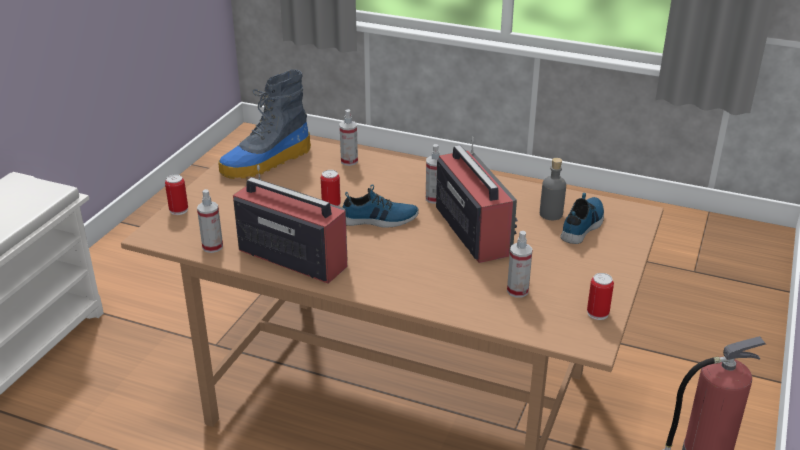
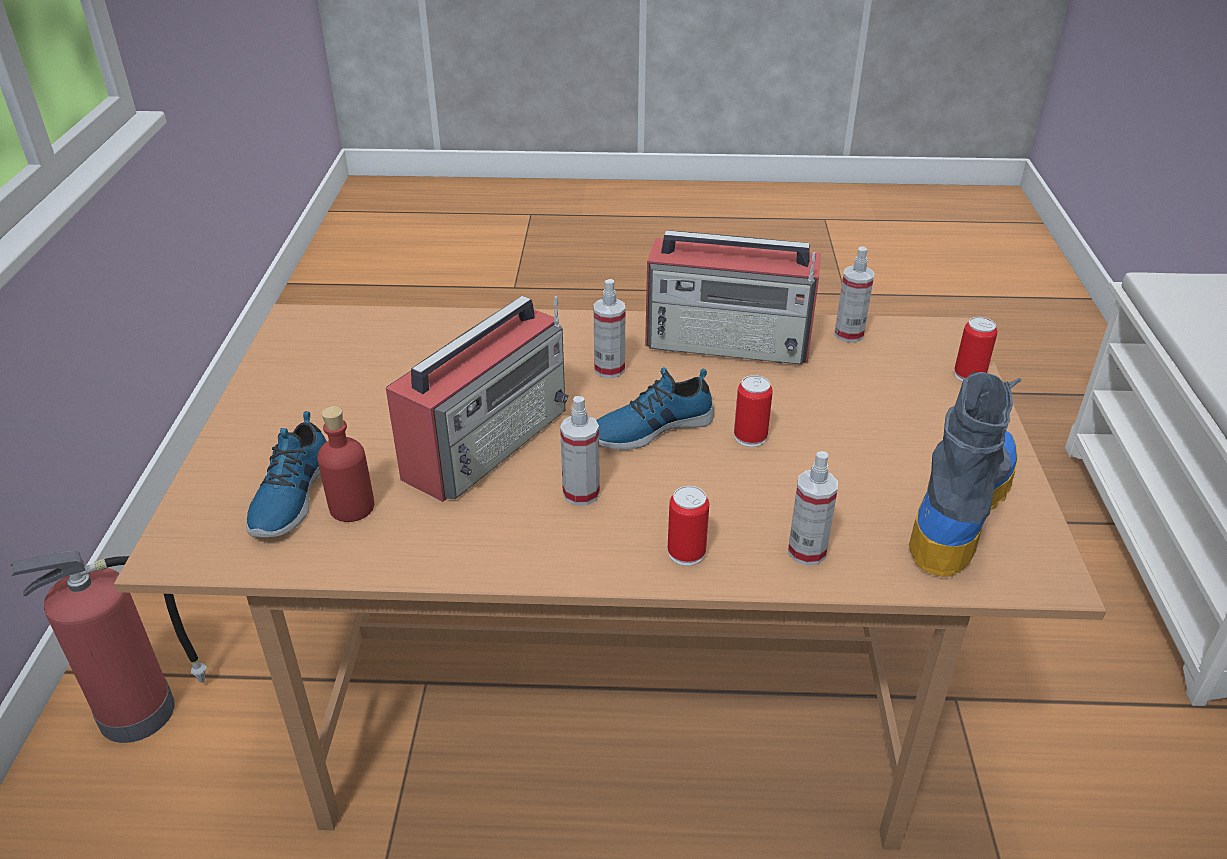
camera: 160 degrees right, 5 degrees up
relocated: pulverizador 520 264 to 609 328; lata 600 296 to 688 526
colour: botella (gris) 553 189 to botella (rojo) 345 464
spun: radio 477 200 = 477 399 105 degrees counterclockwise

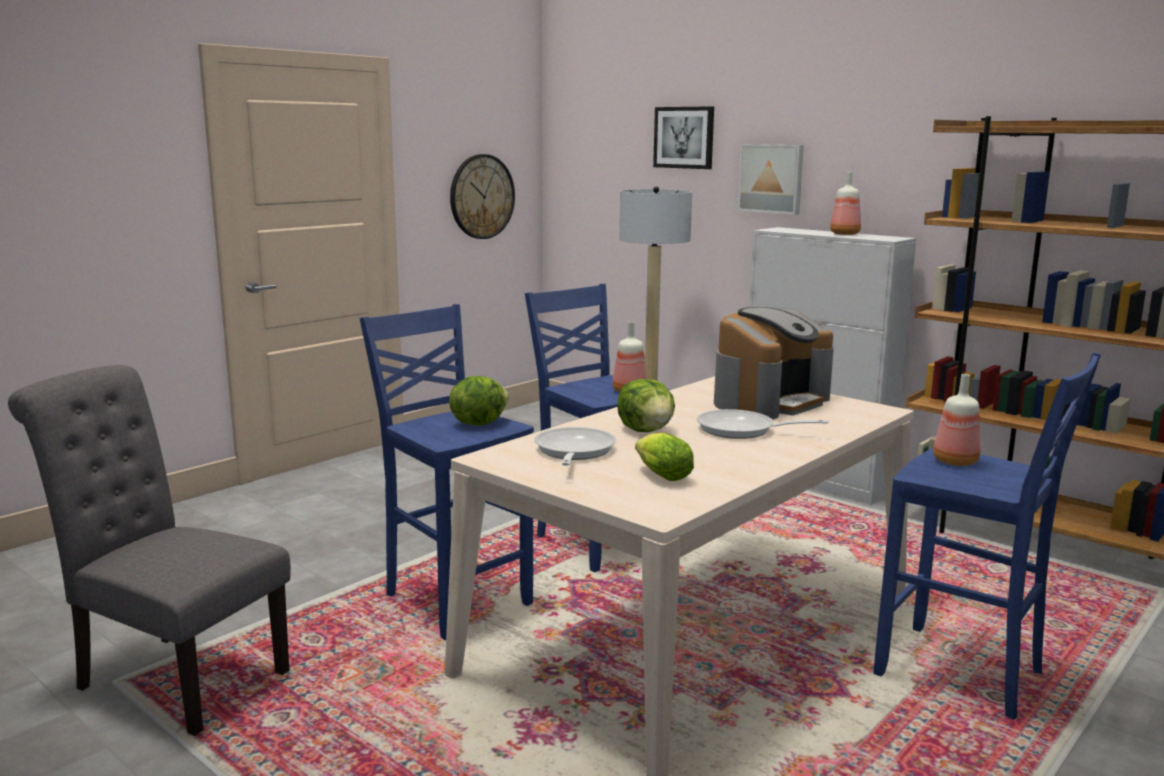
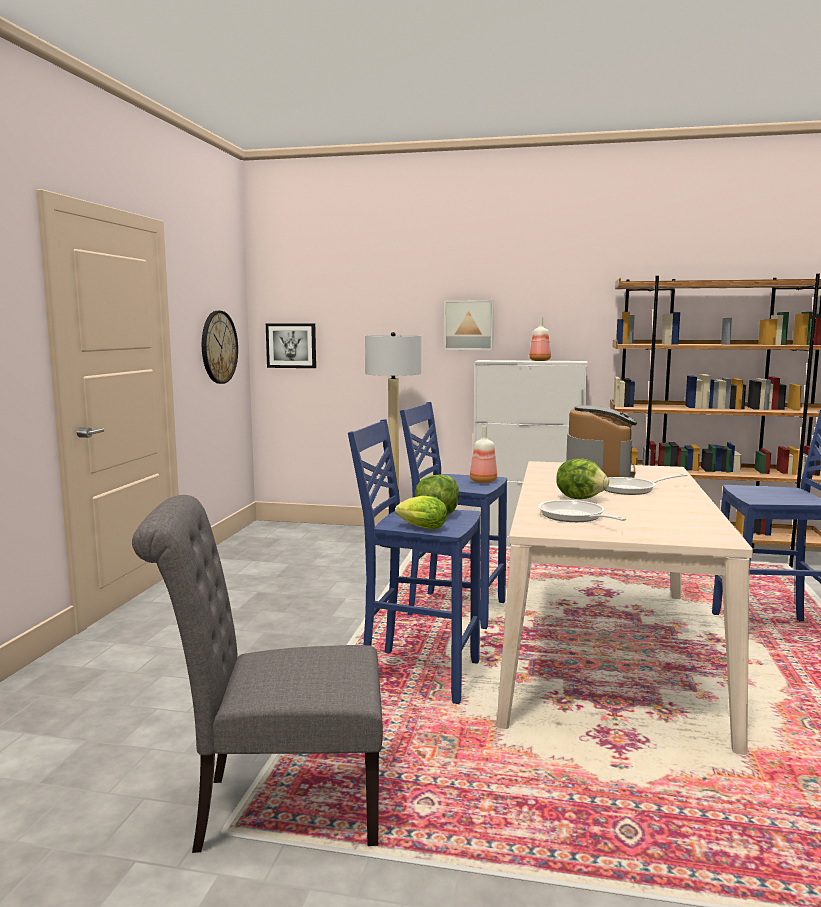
camera: 30 degrees left, 5 degrees down
missing: botella 956 420
relocated: cuadro 683 137 to 291 345; lechuga 664 457 to 421 512

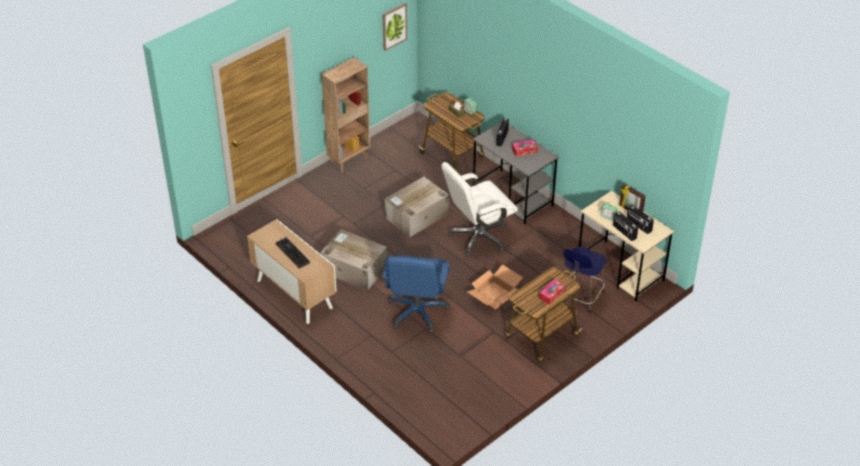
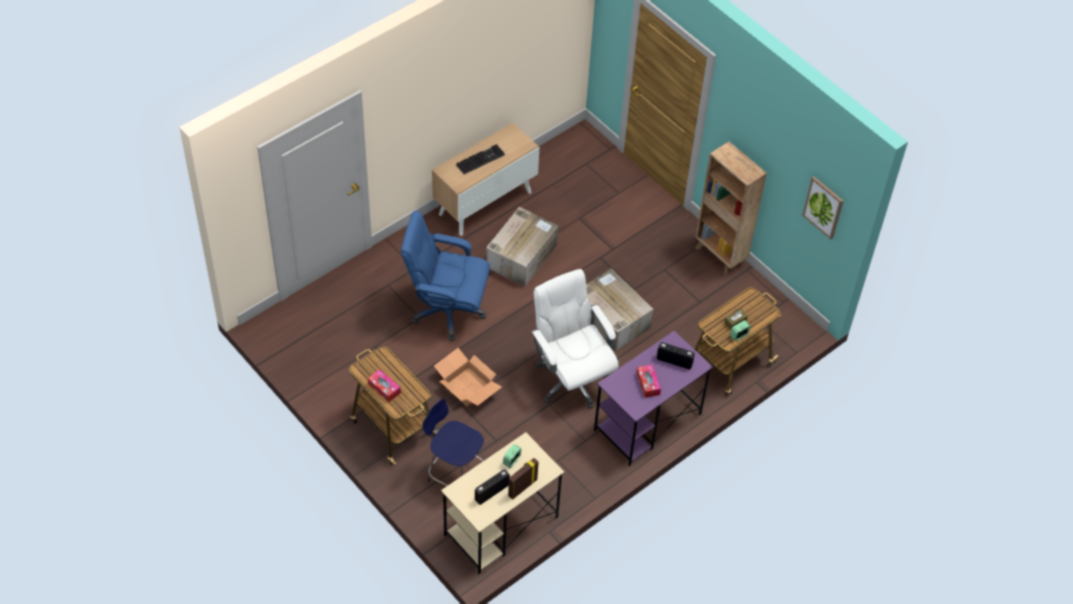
camera: 90 degrees right, 10 degrees up
missing: radio 625 226
colour: escritorio (gris) 516 173 to escritorio (morado) 653 398

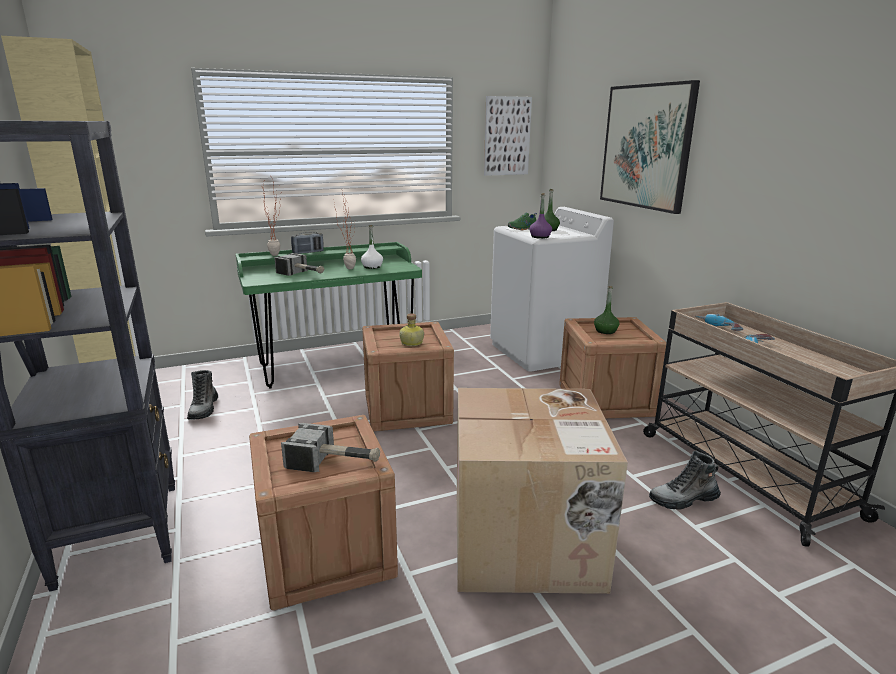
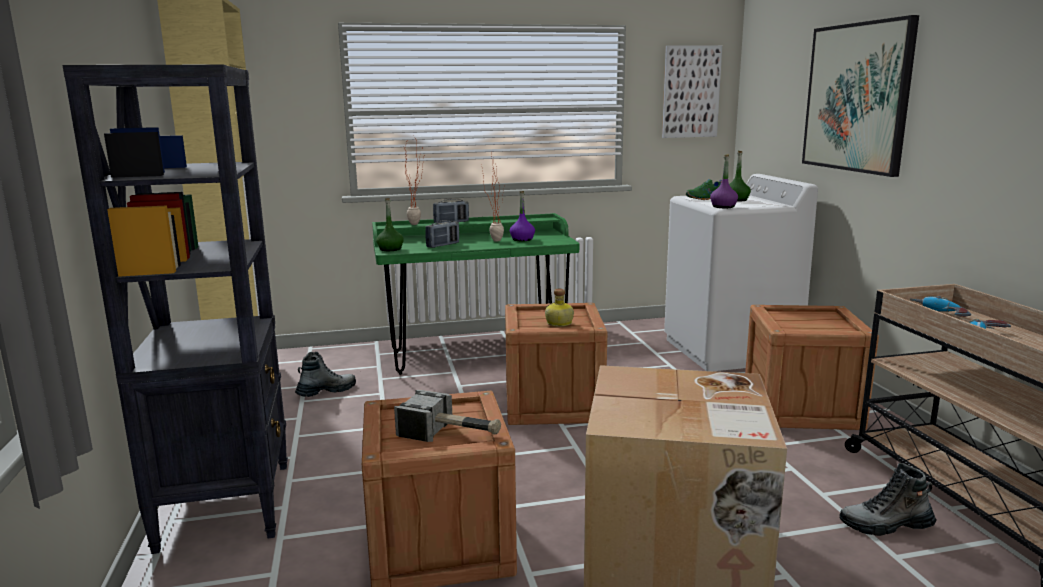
camera: 10 degrees right, 5 degrees down
relocated: botella (verde) 606 310 to 390 224
exchanged: martillo 299 264 to radio 442 234
colour: botella (blanco) 372 247 to botella (morado) 522 216
spun: bota 202 395 = 325 374 135 degrees counterclockwise

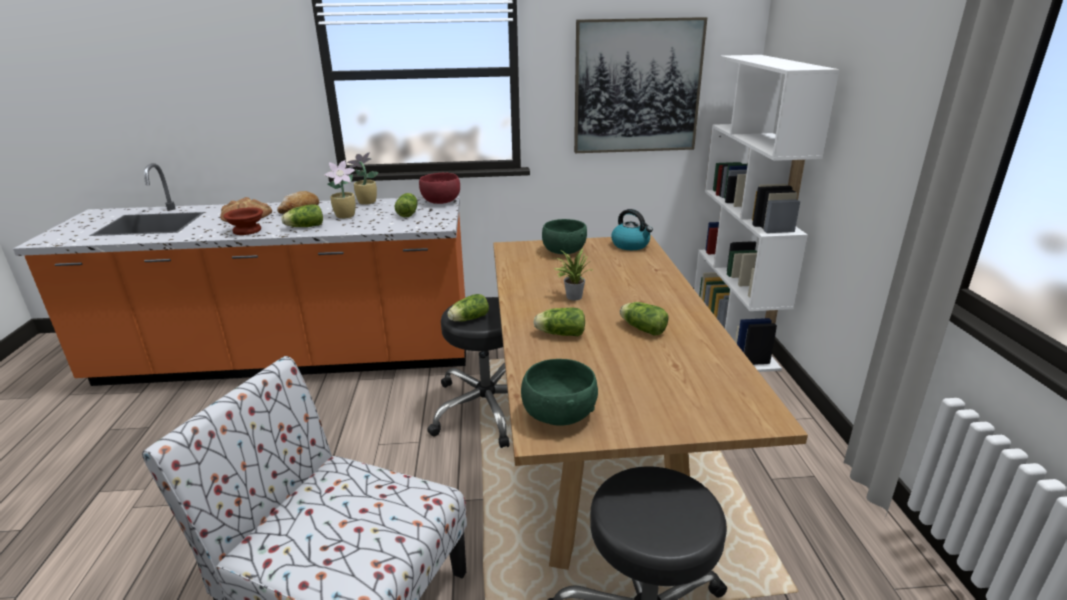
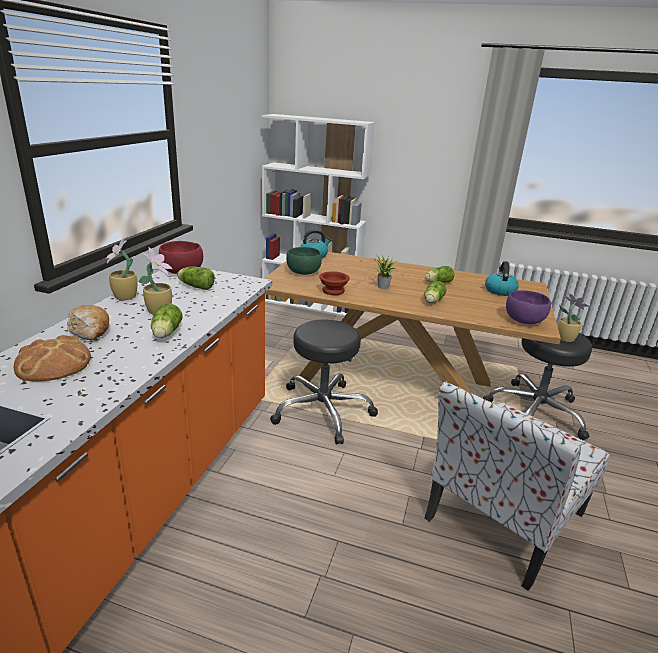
camera: 70 degrees left, 0 degrees up
missing: lechuga 468 308; cuadro 640 85
appeared: hervidor 502 278; planta en maceta 574 317
relocated: cuenco (marrón) 243 221 to 334 283
colour: cuenco (verde) 559 392 to cuenco (morado) 529 307

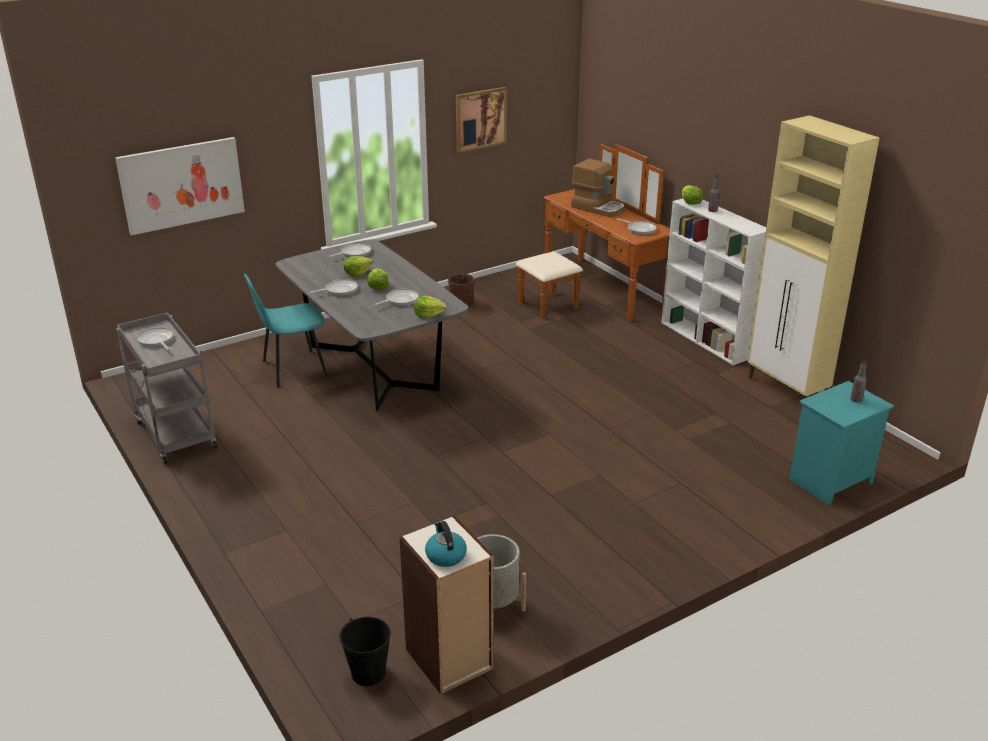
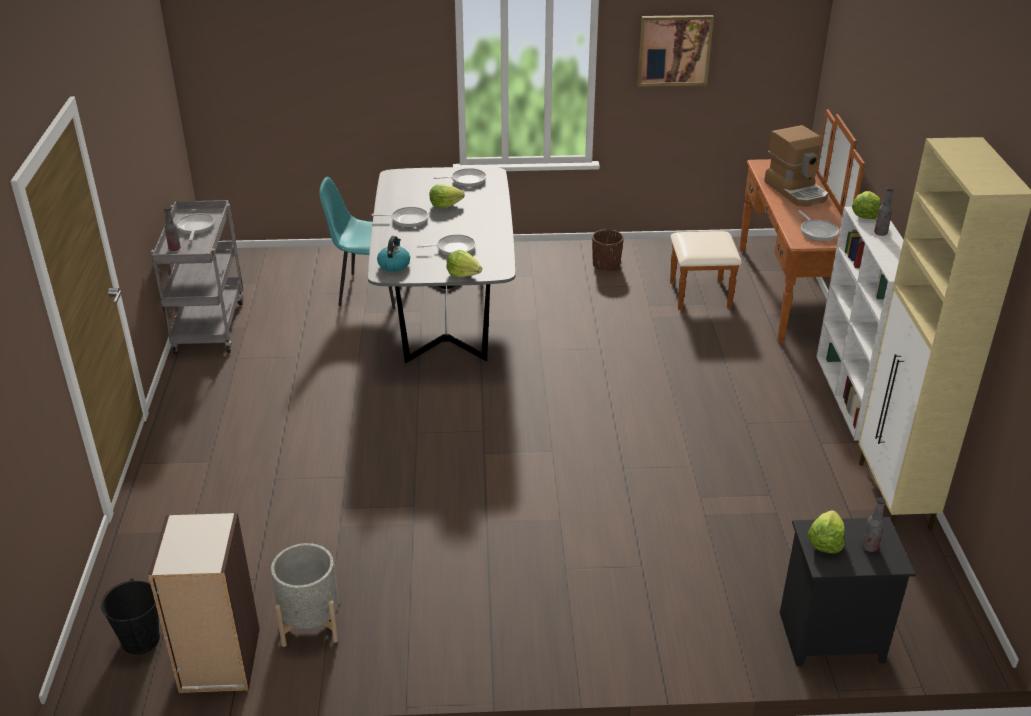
camera: 30 degrees right, 5 degrees up
missing: cuadro 180 186
appeared: botella 172 229
relocated: hervidor 446 544 to 393 254; lechuga 378 279 to 826 531
colour: mesita de noche (turquesa) 841 443 to mesita de noche (negro) 848 591

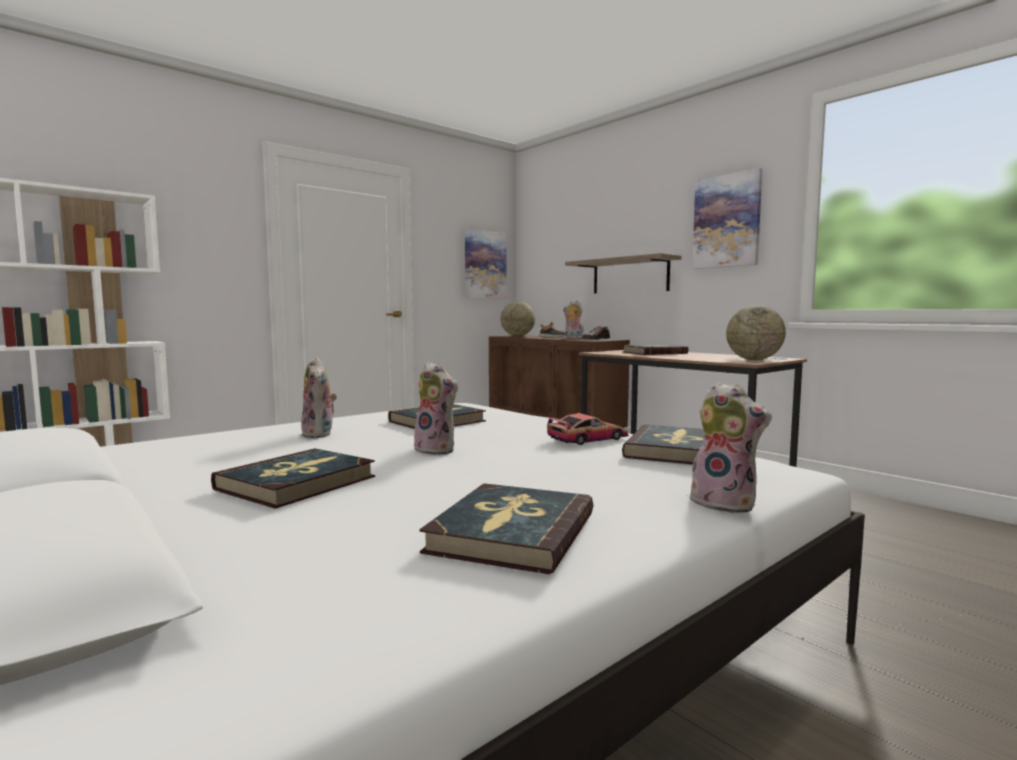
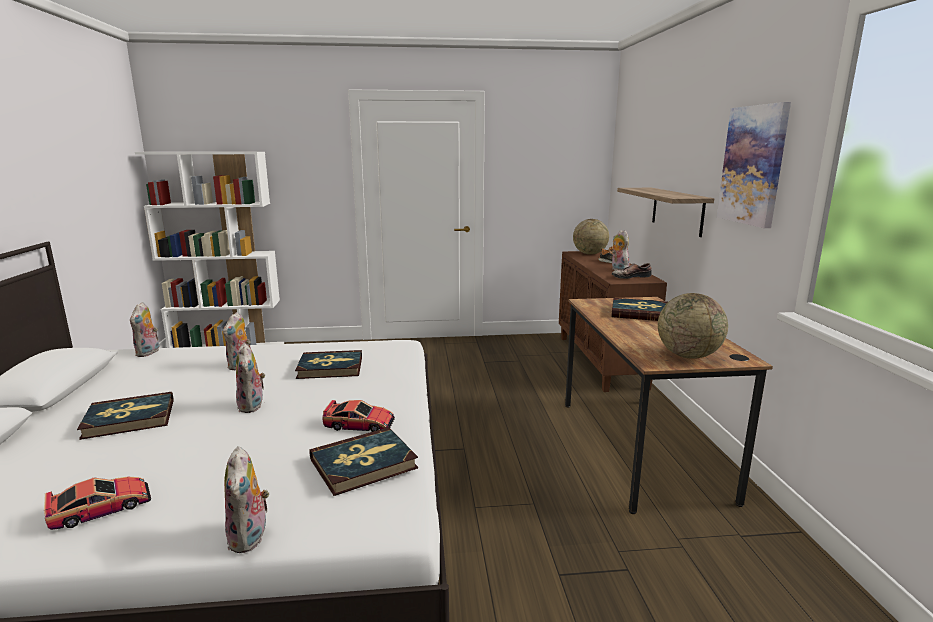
camera: 35 degrees right, 10 degrees up
missing: cuadro 486 264
appeared: peluche 144 329
exchanged: libro 506 528 to coche de juguete 97 503

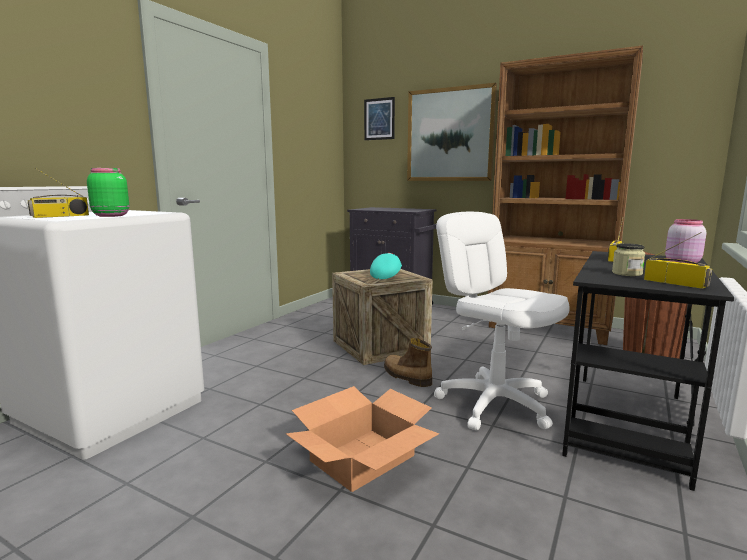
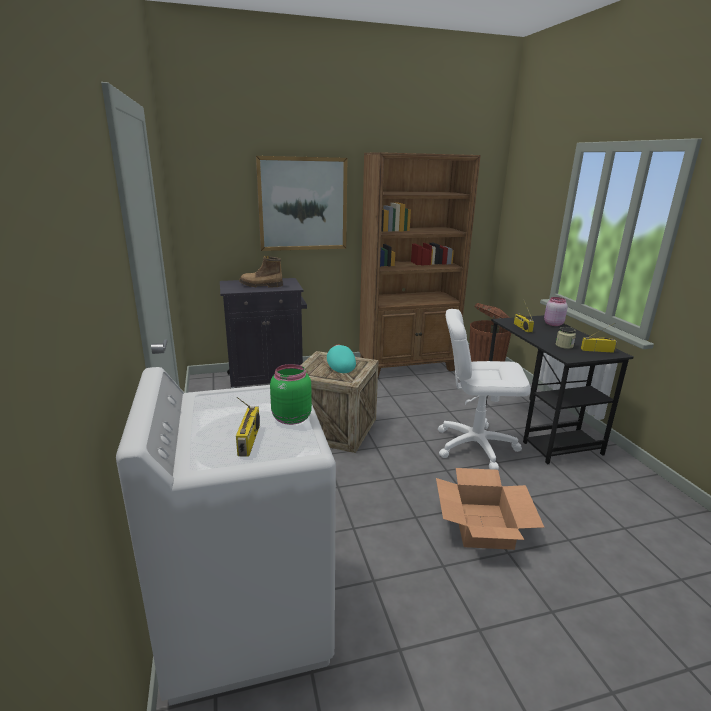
camera: 45 degrees left, 10 degrees up
missing: cuadro 379 118
relocated: bota 408 362 to 261 271

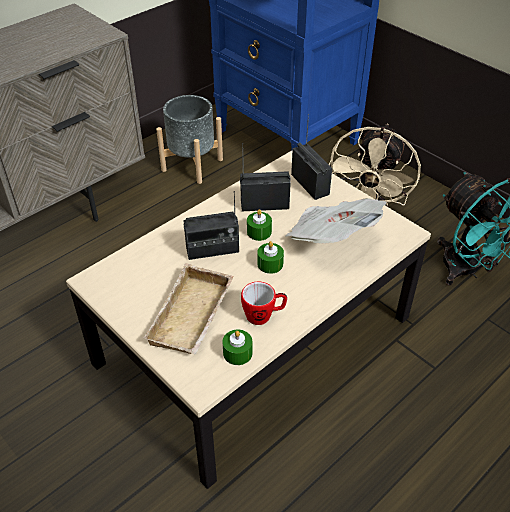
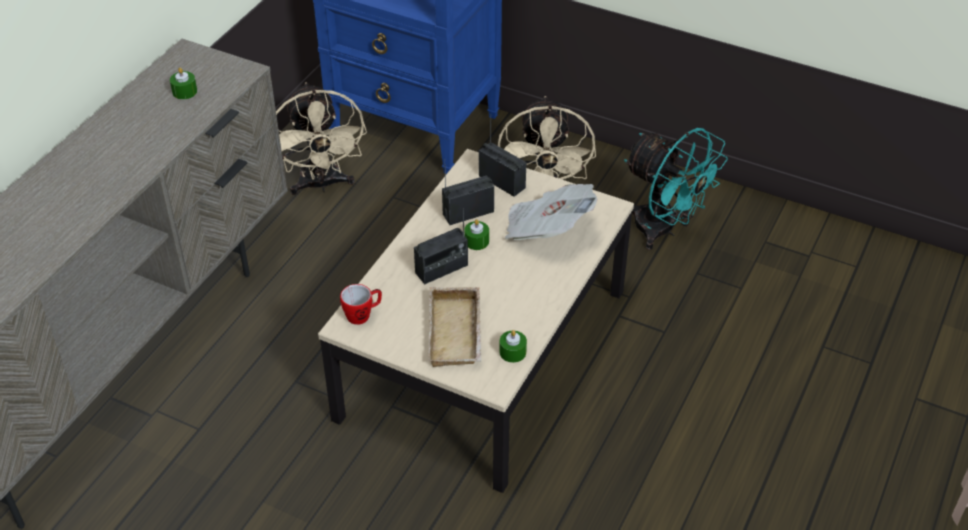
camera: 20 degrees left, 0 degrees up
relocated: vela (verde) 270 257 to 183 83; taza grande 264 303 to 361 304
exchanged: maceta (gris) 189 139 to ventilador (beis) 321 138

